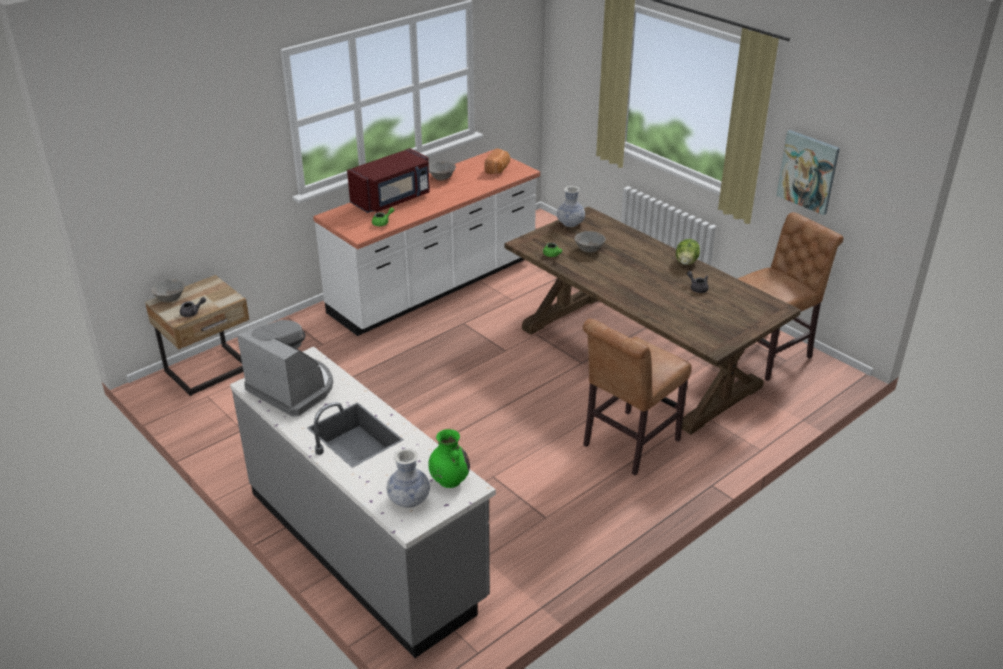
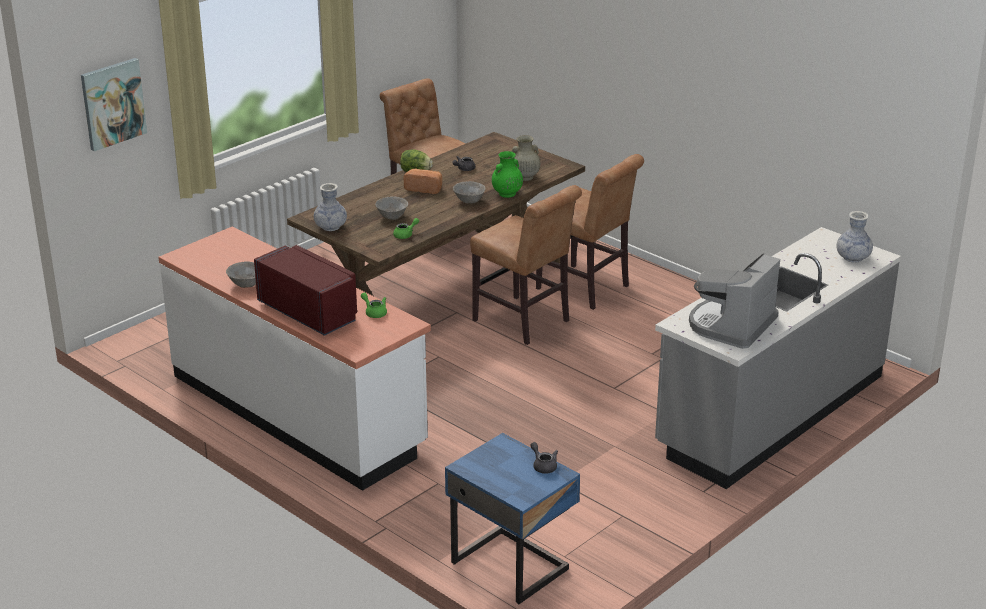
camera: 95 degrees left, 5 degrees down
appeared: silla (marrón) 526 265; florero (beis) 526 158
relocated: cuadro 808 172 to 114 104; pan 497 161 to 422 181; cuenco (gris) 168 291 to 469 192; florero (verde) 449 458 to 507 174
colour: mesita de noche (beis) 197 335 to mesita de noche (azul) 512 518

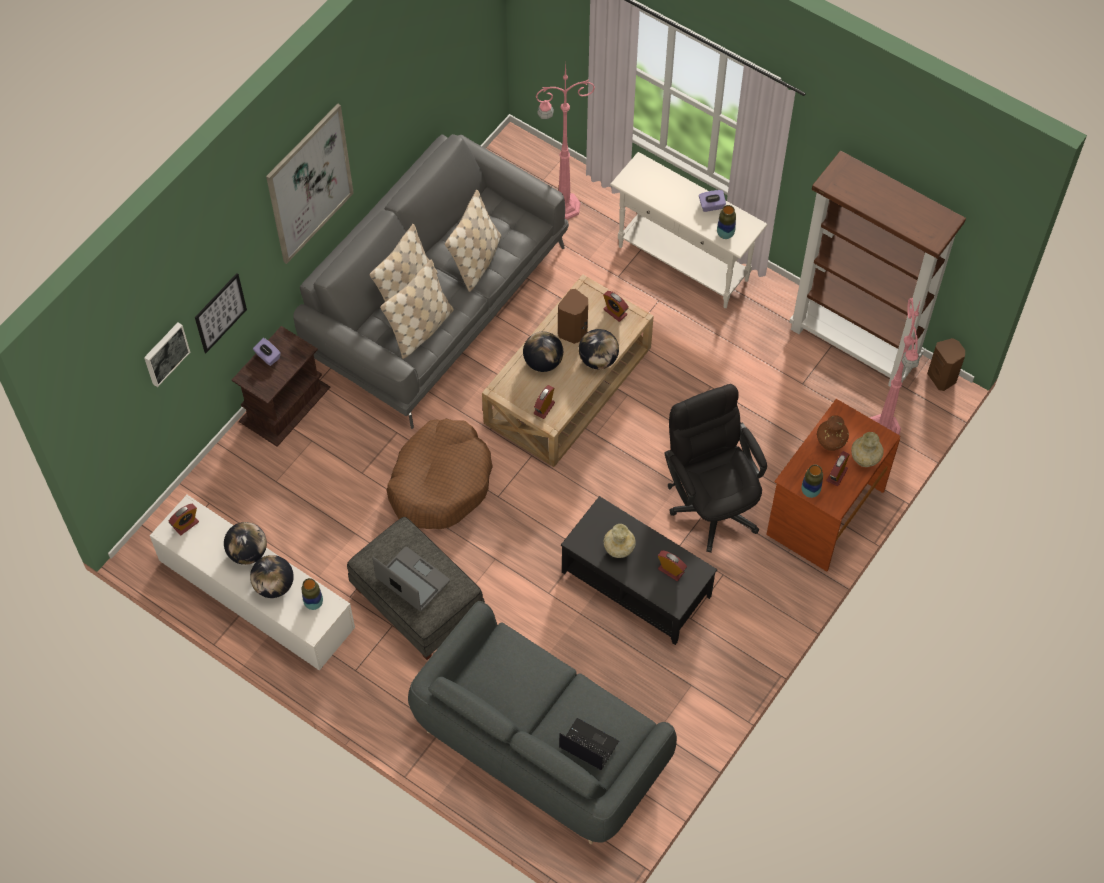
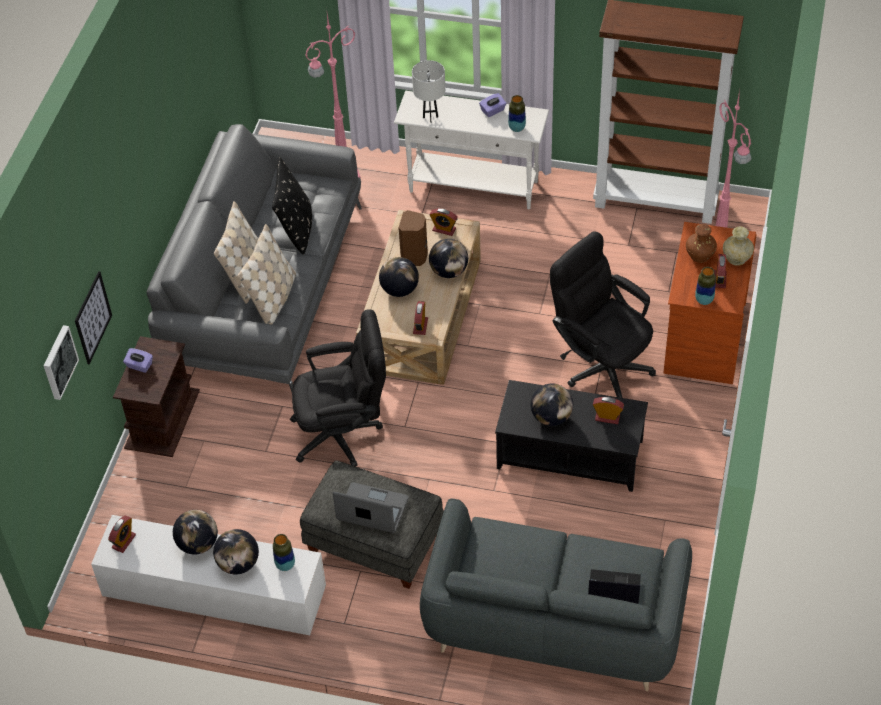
camera: 20 degrees left, 10 degrees down
missing: cuadro 310 184; altavoz (marrón) 946 364
appeared: lámpara de mesa (blanco) 428 91
exchanged: cama para perro (marrón) 439 474 to silla de oficina (negro) 338 387; florero (beis) 620 541 to globo terráqueo 552 404
colour: cojín (beis) 473 241 to cojín (negro) 292 206

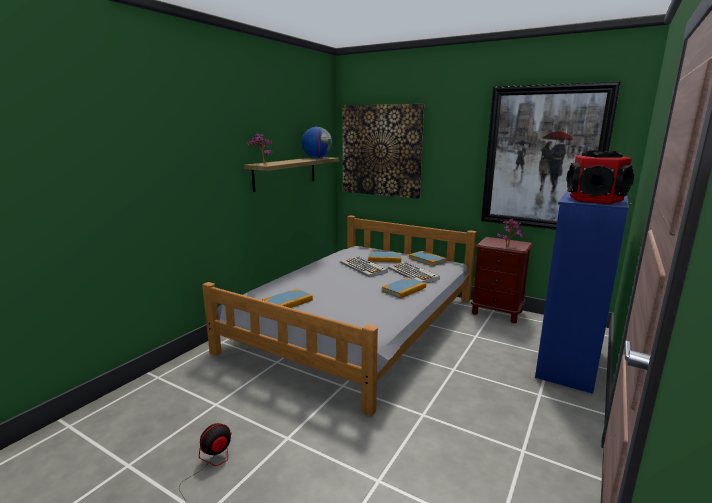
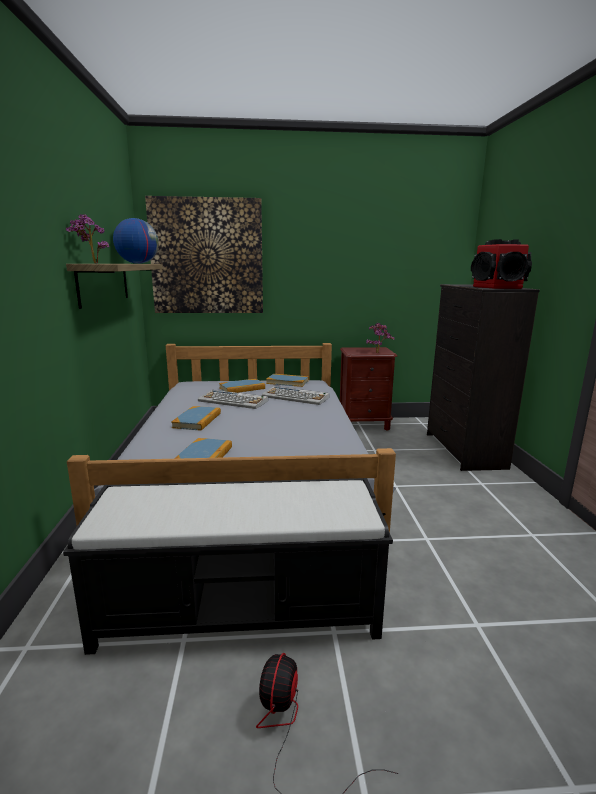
camera: 35 degrees left, 0 degrees up
missing: cuadro 551 156
appeared: banco (negro) 228 566
relocated: libro 404 288 to 196 418
colour: cómoda (azul) 583 292 to cómoda (negro) 483 377

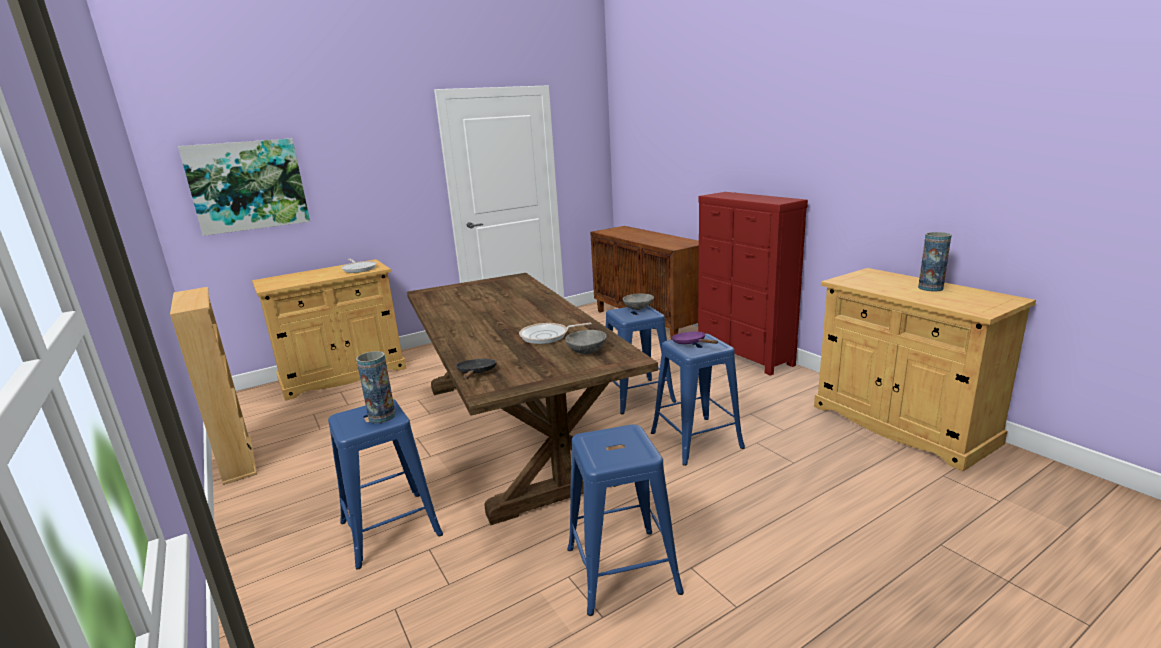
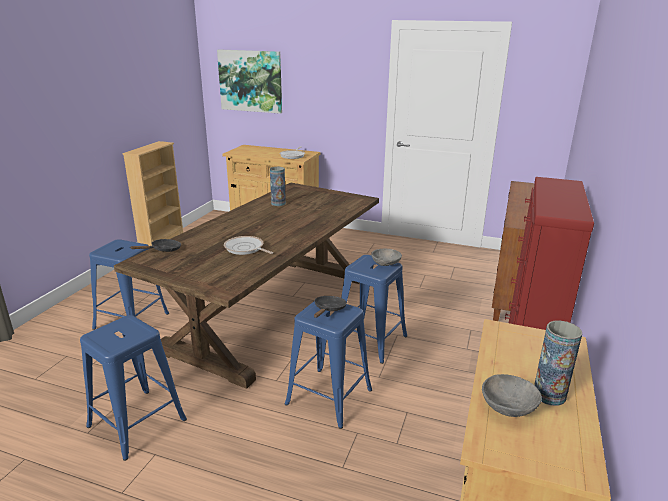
camera: 50 degrees right, 5 degrees up
relocated: florero 376 387 to 278 186; cuenco (gris) 586 342 to 512 395
colour: sartén (morado) 695 338 to sartén (negro) 330 307

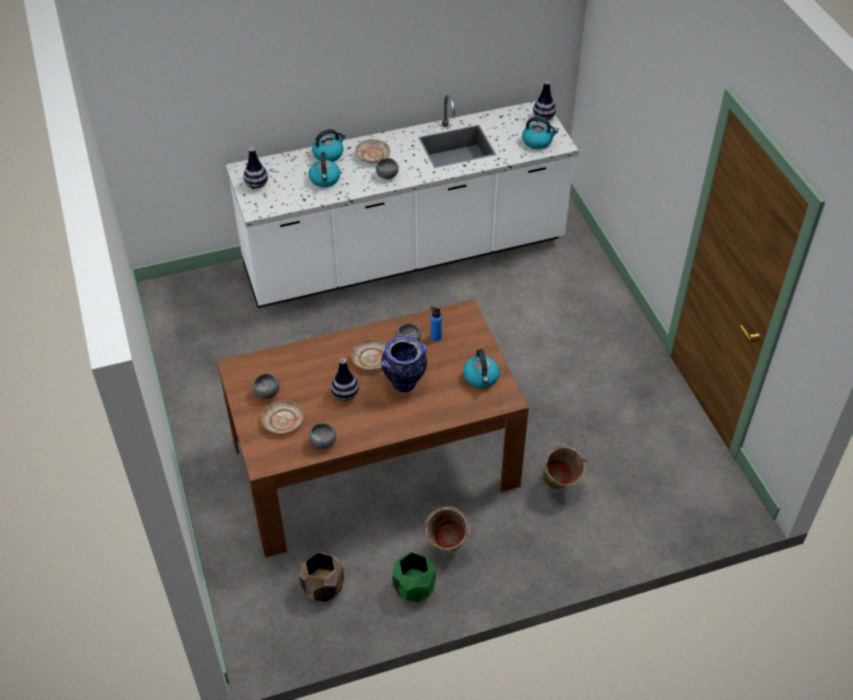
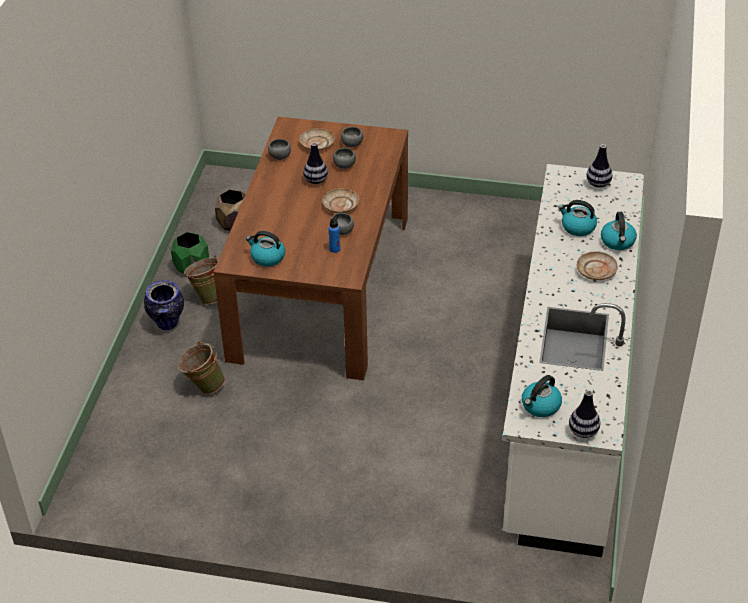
camera: 120 degrees right, 5 degrees down
relocated: florero 404 364 to 164 305; cuenco (gris) 387 168 to 344 158

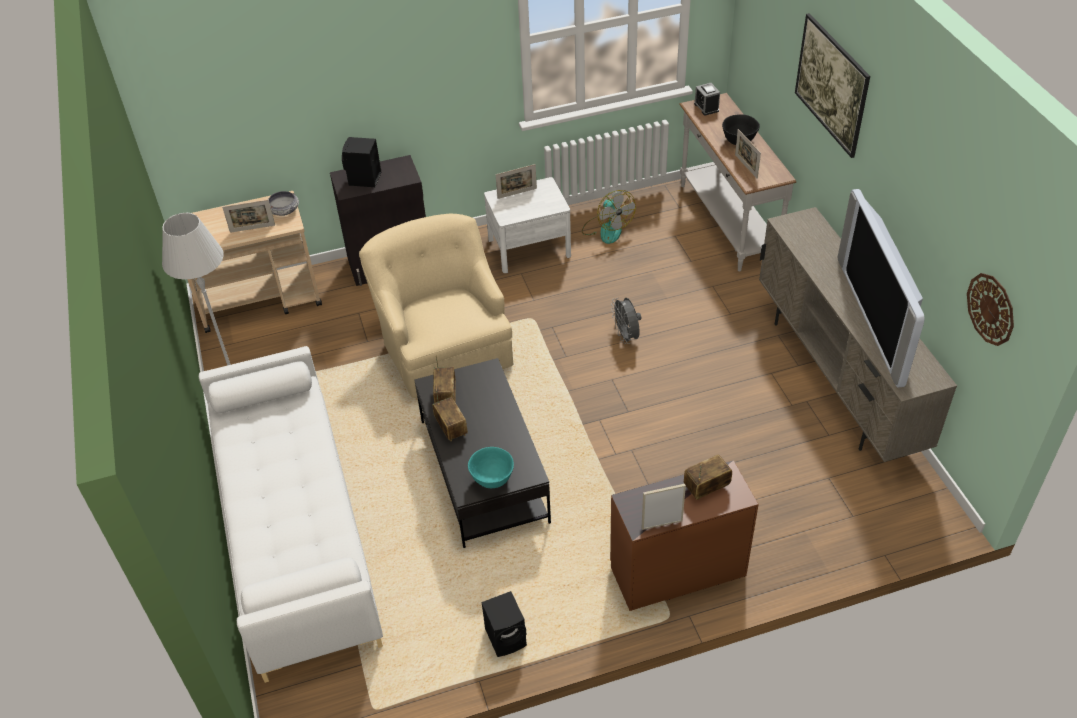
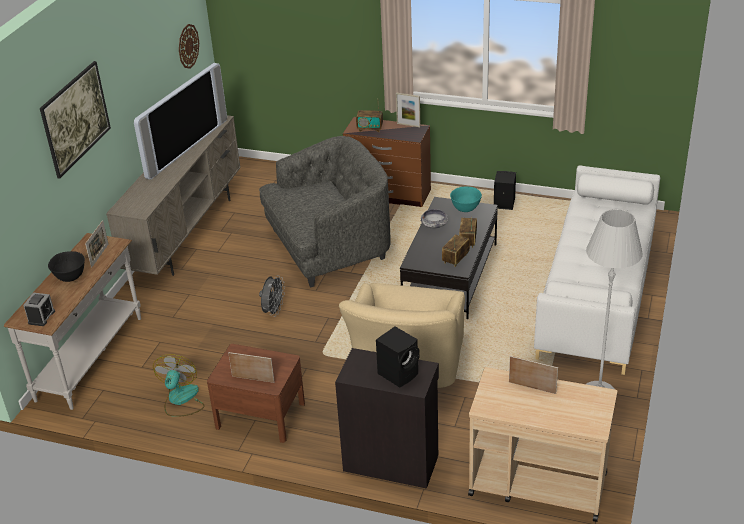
camera: 145 degrees left, 10 degrees down
appeared: sillón (gris) 325 211
relocated: cuenco 283 203 to 434 219
colour: mesita de noche (blanco) 527 225 to mesita de noche (marrón) 256 393

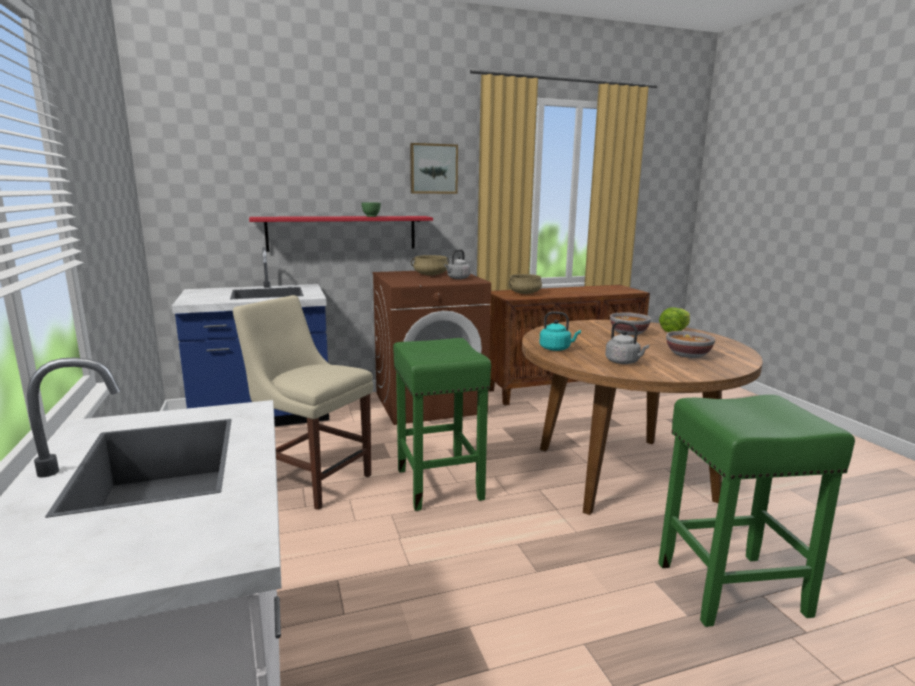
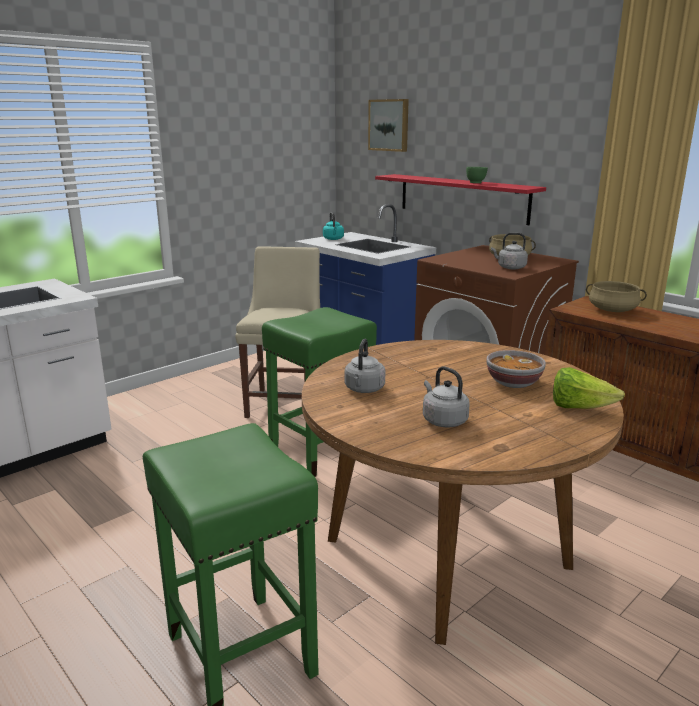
camera: 65 degrees right, 5 degrees up
relocated: hervidor (turquesa) 560 331 to 333 226; cuadro 434 168 to 388 125
exchanged: cuenco 690 344 to hervidor (gris) 446 397

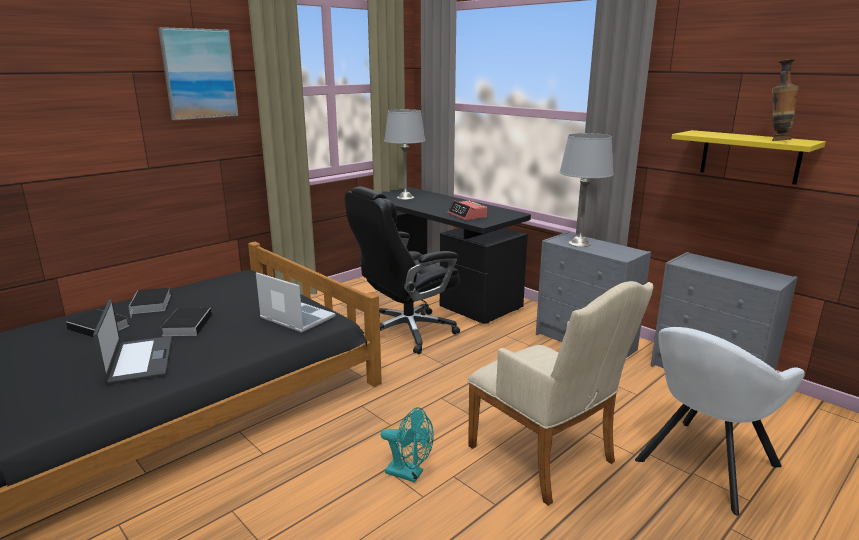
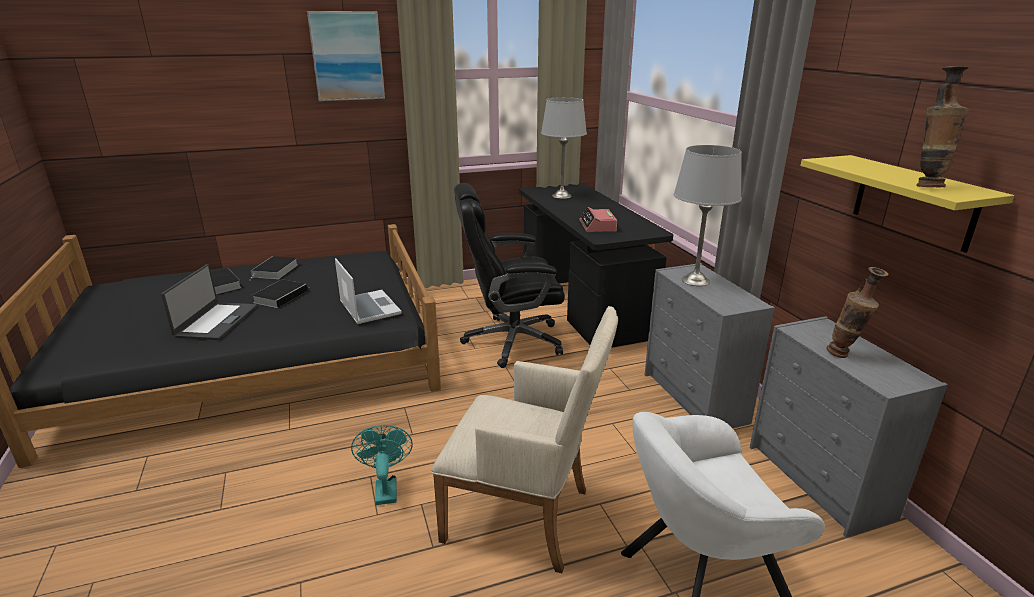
camera: 25 degrees right, 5 degrees up
appeared: florero 858 312
spun: ventilador (turquesa) 407 445 = 382 465 150 degrees counterclockwise; sillón (beis) 560 393 = 524 439 60 degrees counterclockwise

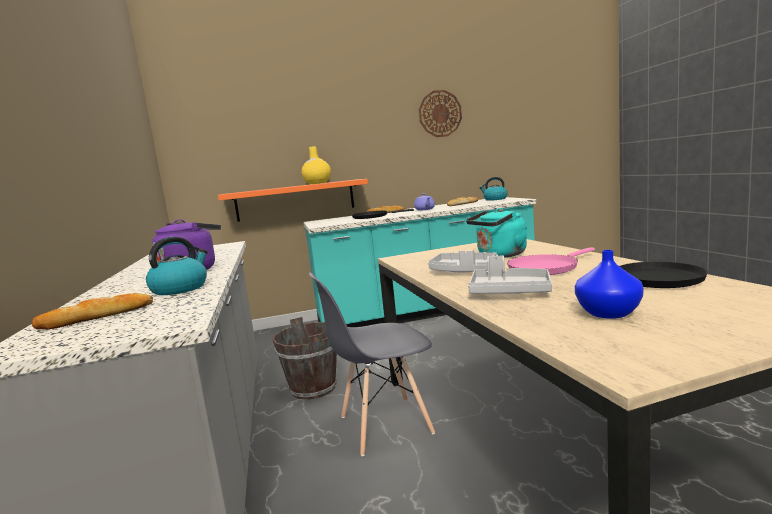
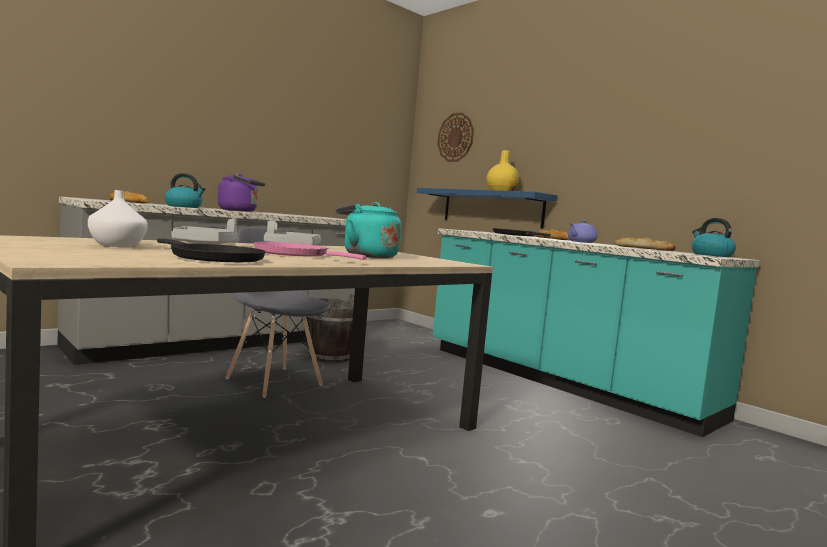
camera: 60 degrees right, 5 degrees down
relocated: reloj de pared 440 113 to 455 137
colour: florero (azul) 609 284 to florero (blanco) 118 218; estante (naranja) 293 200 to estante (azul) 487 208

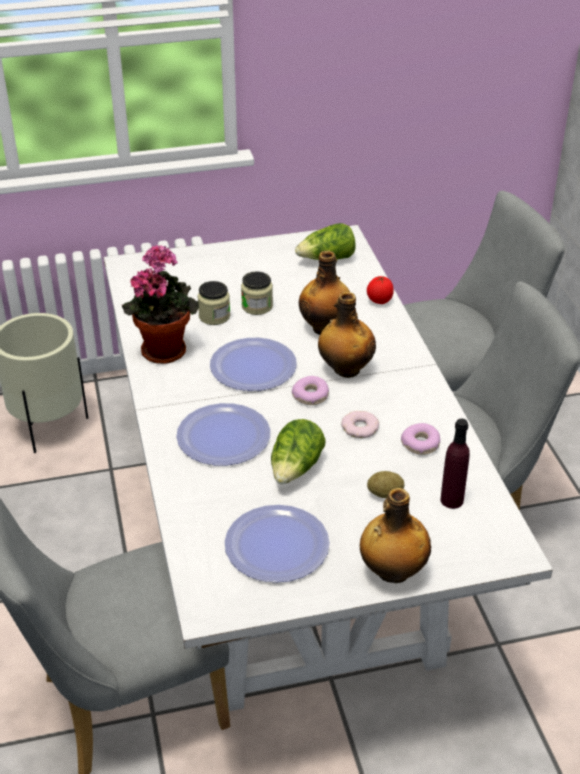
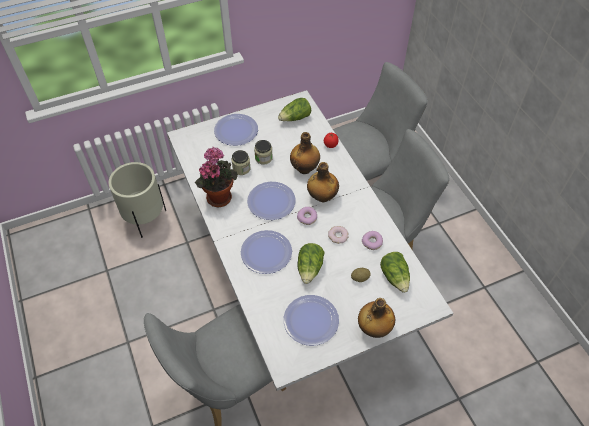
camera: 10 degrees left, 15 degrees up
appeared: plato 236 130
exchanged: botella (morado) 455 464 to lechuga 395 272

